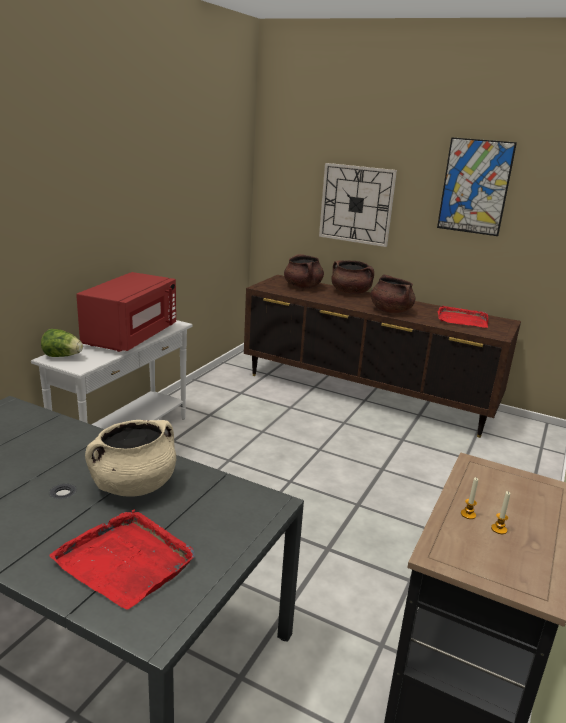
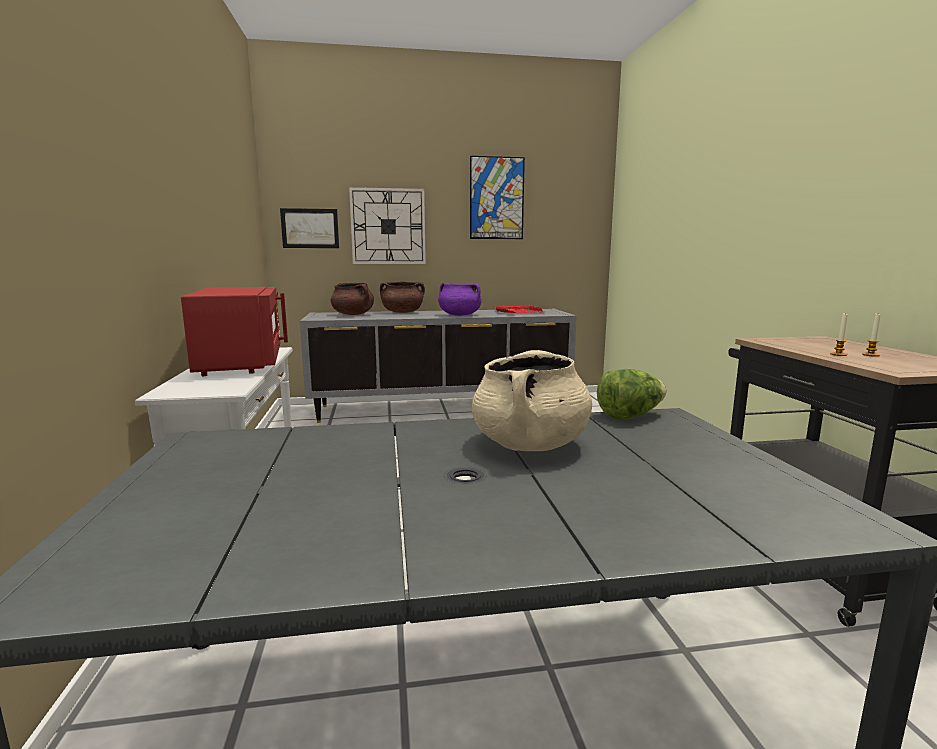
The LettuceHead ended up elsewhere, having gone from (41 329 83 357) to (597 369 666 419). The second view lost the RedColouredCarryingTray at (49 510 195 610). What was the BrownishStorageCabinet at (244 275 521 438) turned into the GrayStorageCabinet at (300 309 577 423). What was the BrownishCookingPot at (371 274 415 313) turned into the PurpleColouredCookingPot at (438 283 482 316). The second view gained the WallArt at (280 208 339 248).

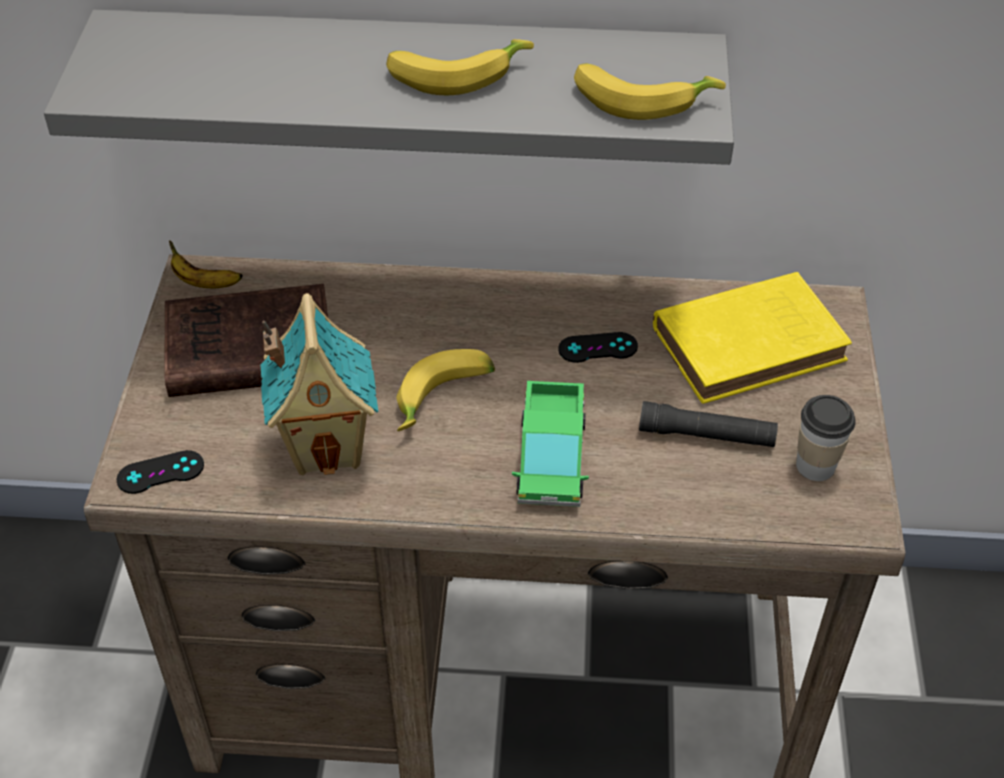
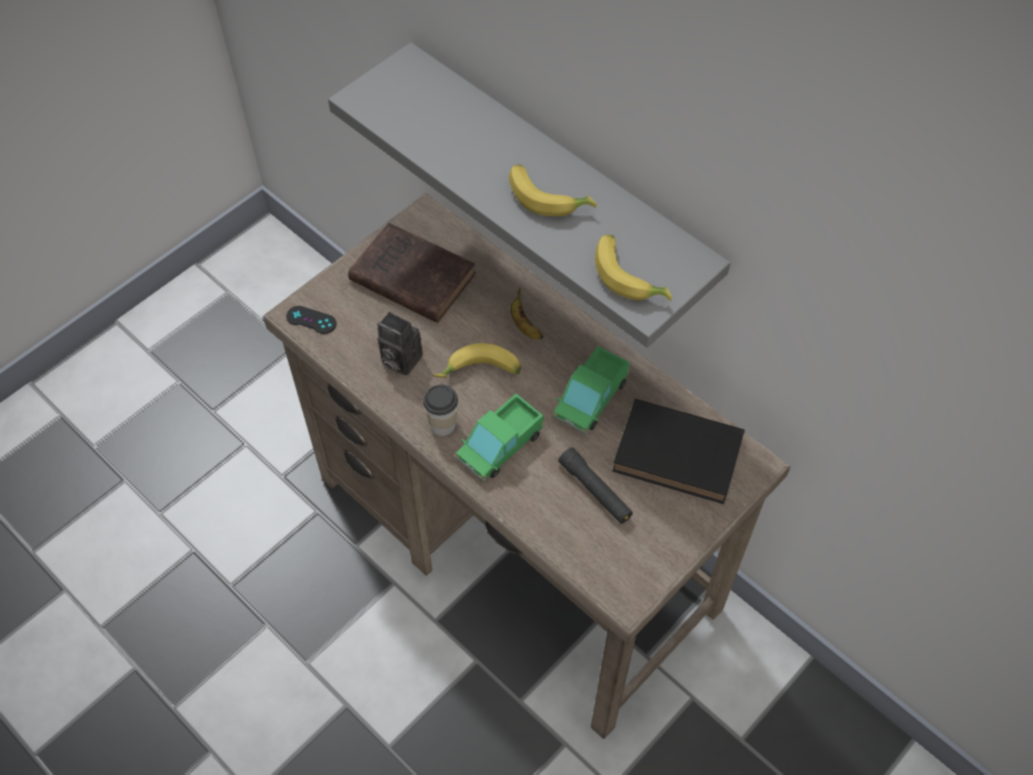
The Banana ended up elsewhere, having gone from (169 240 243 288) to (511 288 543 339). Where the MiniatureHouse stood at (261 293 378 475), the PhotoCamera came to stand at (377 312 423 376). Where the BlackishJoypad stood at (558 332 638 363), the ModelTruck came to stand at (552 346 630 435). What was the YellowBoundBook at (653 272 852 404) turned into the BlackishBoundBook at (612 399 745 504). The DrinkingCup ended up elsewhere, having gone from (796 395 856 481) to (423 385 458 436).

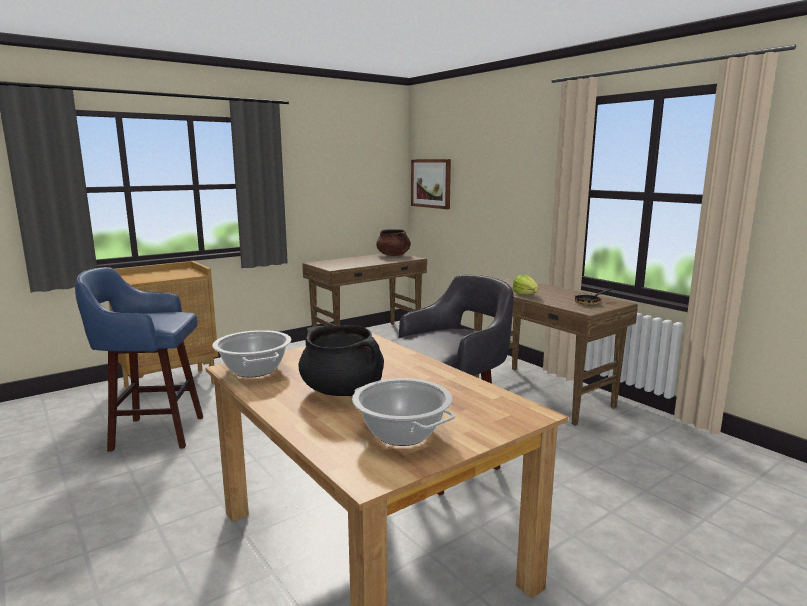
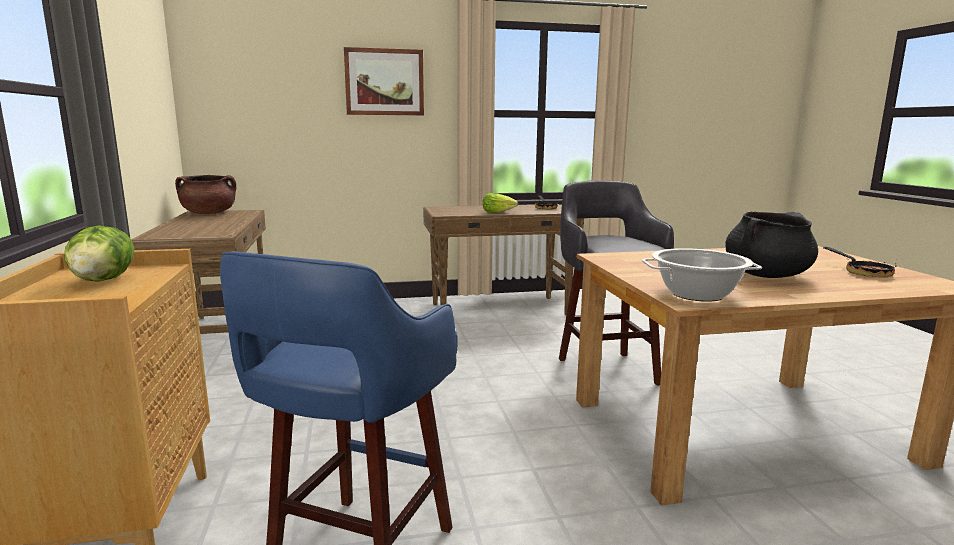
Where the CookingPot stood at (352 378 455 446), the FryingPan came to stand at (823 247 897 277). The WallArt ended up elsewhere, having gone from (411 159 451 209) to (344 47 424 116). The second view gained the LettuceHead at (64 225 134 282).

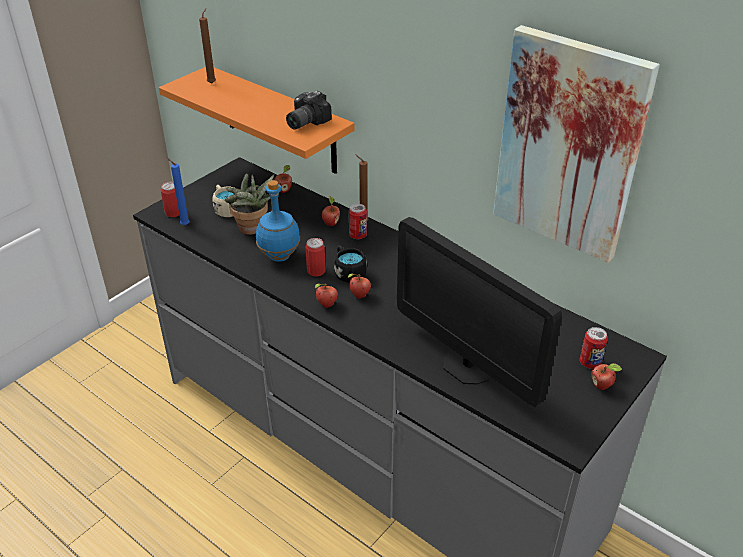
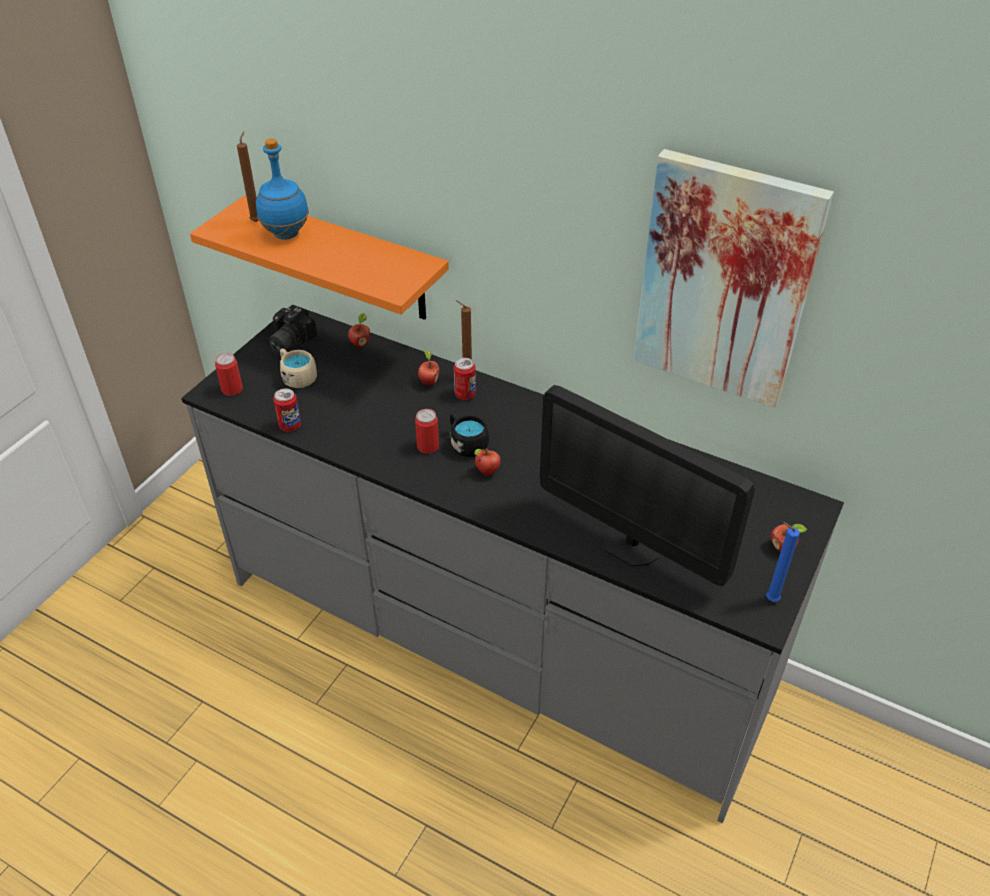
The BluishWaxLight ended up elsewhere, having gone from (166 157 190 225) to (766 522 800 602). The second view lost the Houseplant at (224 174 274 235). The BluishBottle ended up elsewhere, having gone from (256 180 300 262) to (256 138 309 240). The PhotoCamera ended up elsewhere, having gone from (286 91 332 130) to (267 307 317 354). The second view lost the Apple at (315 283 338 308). The SealedCan ended up elsewhere, having gone from (580 327 608 369) to (273 388 301 431).

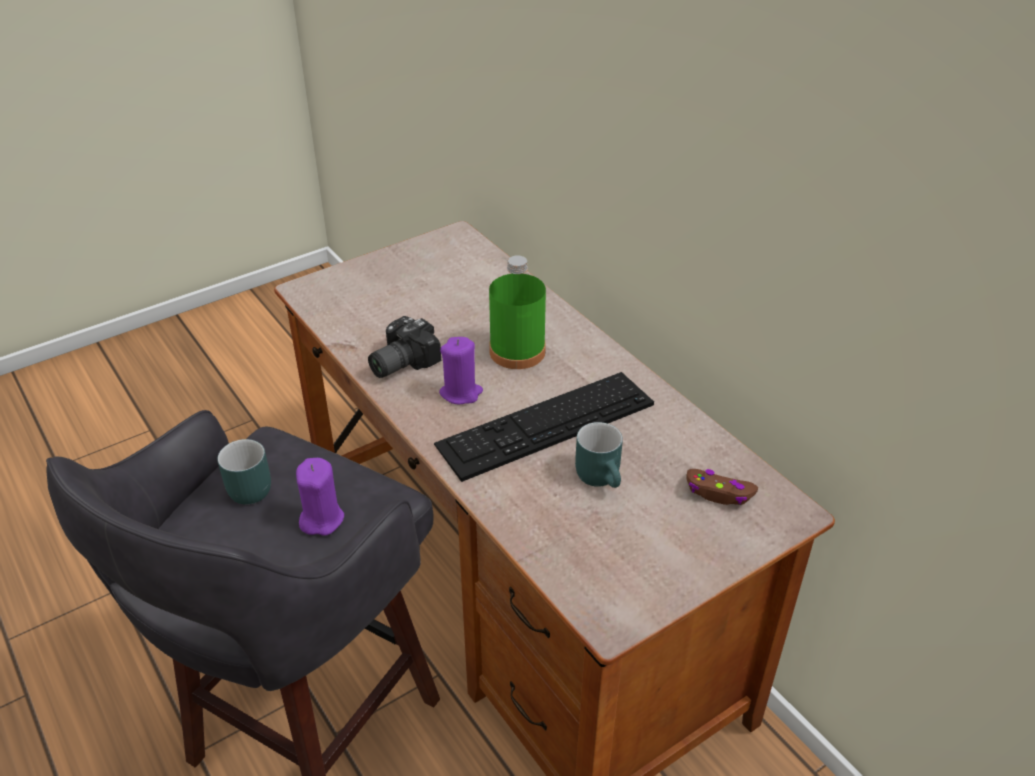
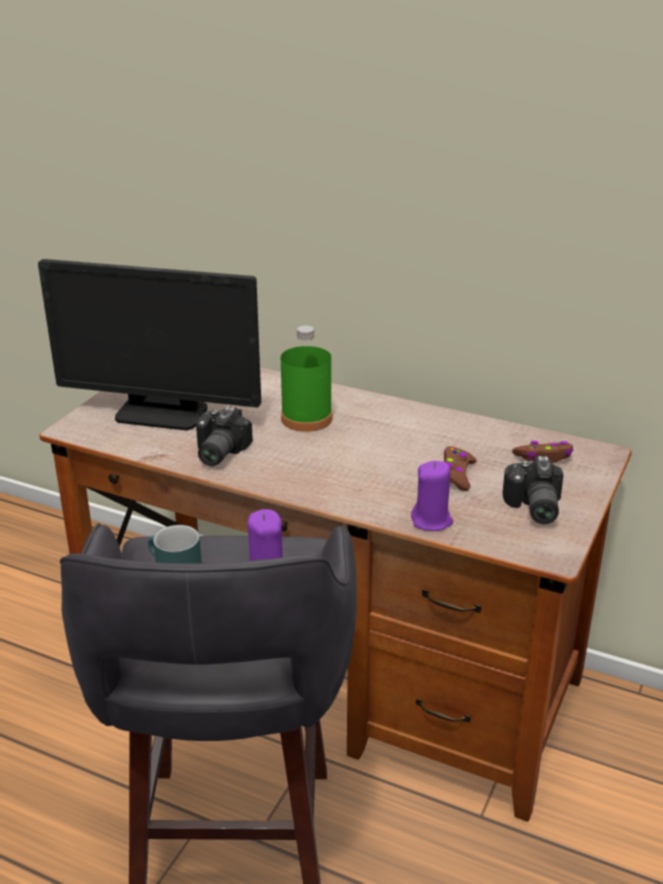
The second view lost the PcKeyboard at (434 372 654 482). The PurpleColouredWaxLight ended up elsewhere, having gone from (439 337 483 405) to (411 461 453 531). Where the TurquoiseColouredCoffeeMug stood at (575 422 623 488), the BrownishJoypad came to stand at (444 446 477 491). The second view gained the ComputerDisplay at (38 259 261 431). The second view gained the PhotoCamera at (503 456 563 525).

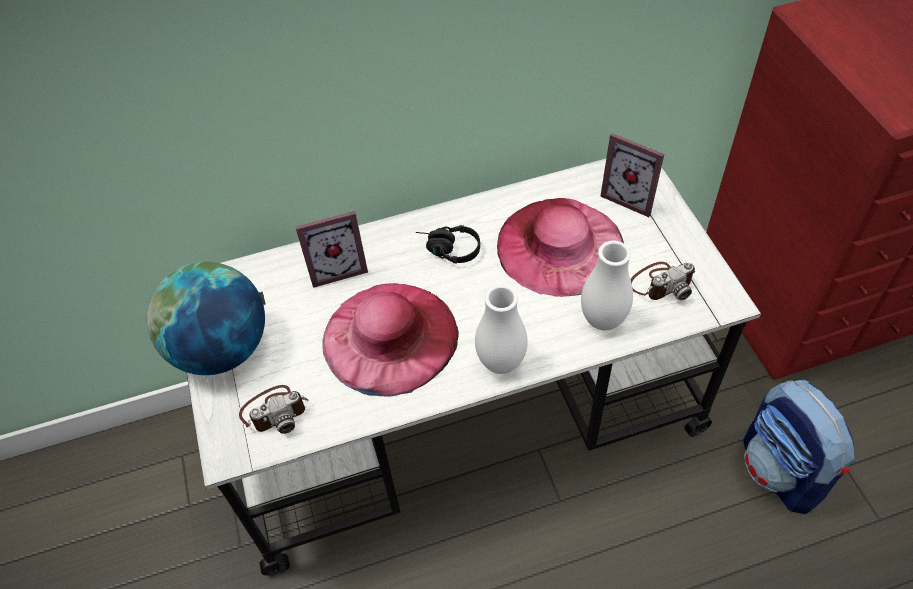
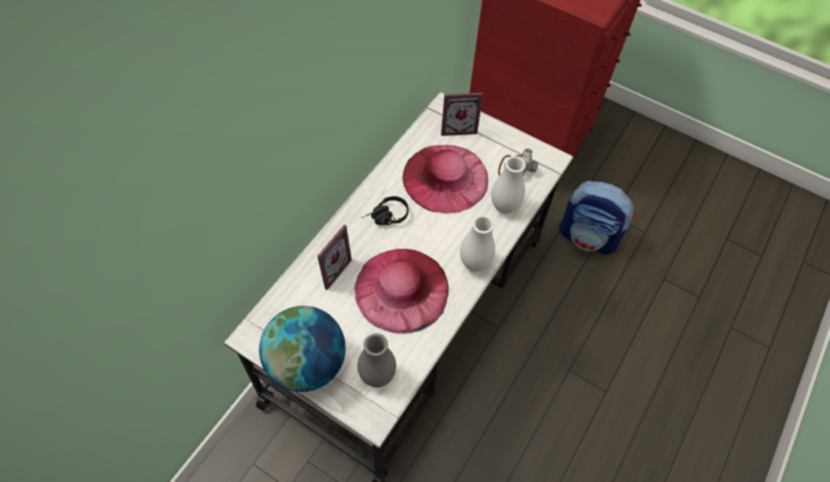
Where the PhotoCamera stood at (239 385 308 434), the GrayVase came to stand at (357 333 396 387).

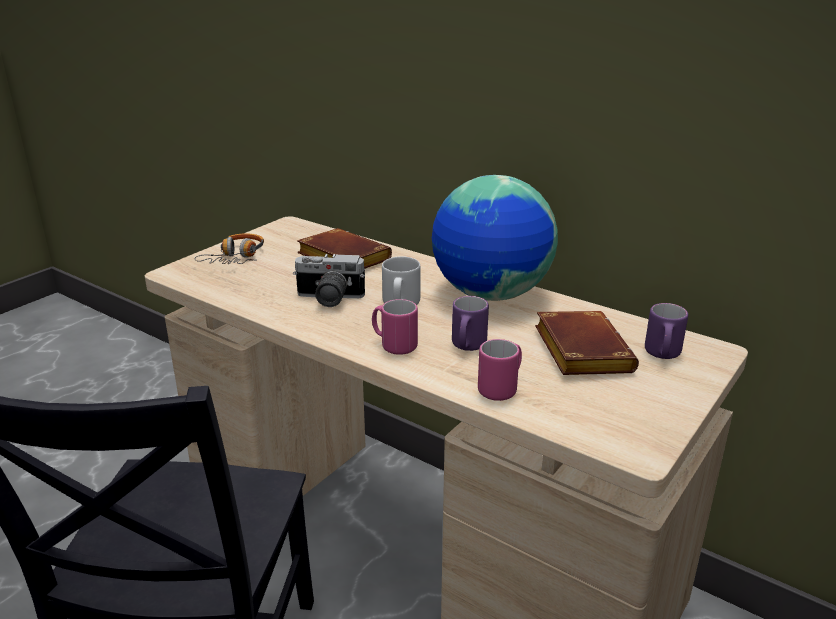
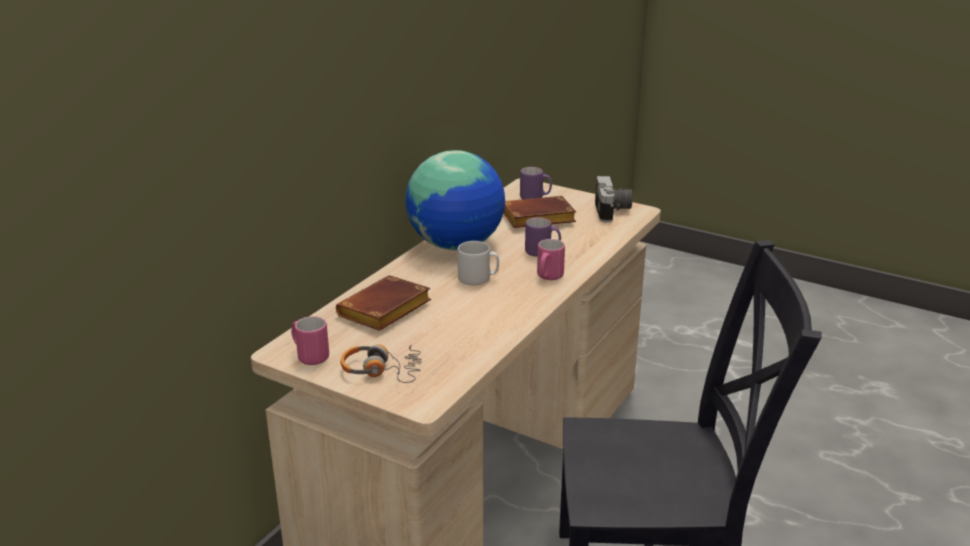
The PhotoCamera ended up elsewhere, having gone from (293 254 365 307) to (595 176 632 223). The PinkishCoffeeMug ended up elsewhere, having gone from (478 339 522 401) to (291 316 329 365).

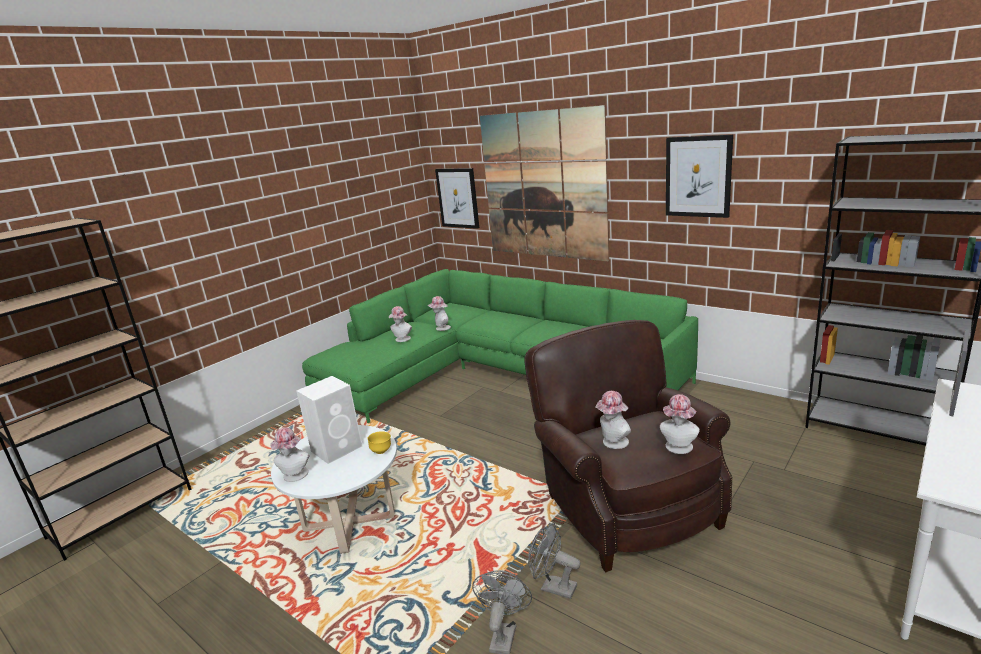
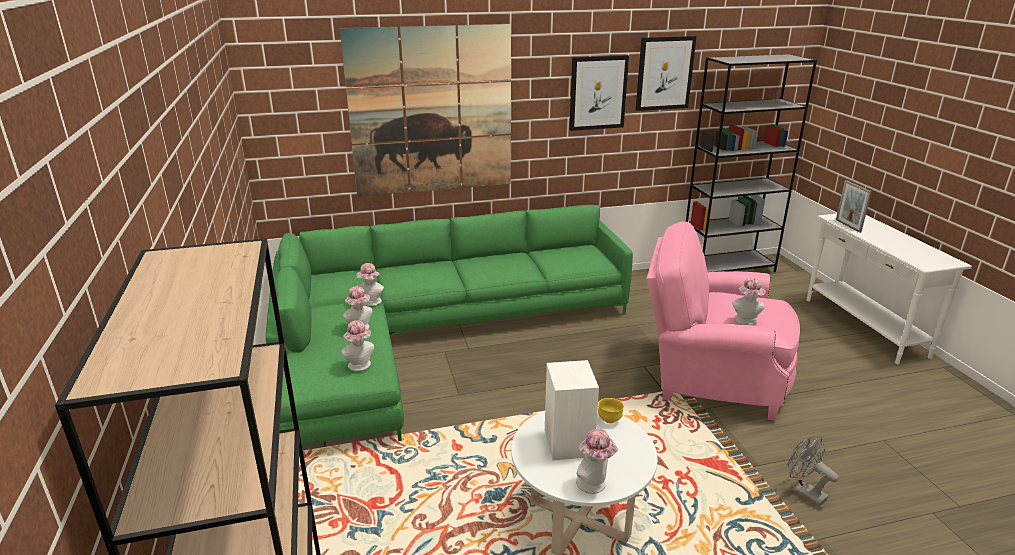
The WallArt ended up elsewhere, having gone from (435 168 479 229) to (636 36 697 111). What was the BrownishArmchair at (524 320 732 572) turned into the PinkishArmchair at (646 221 800 421). The second view lost the GrayElectricFan at (528 523 580 599). The WearableHat ended up elsewhere, having gone from (660 394 700 454) to (341 320 374 371).

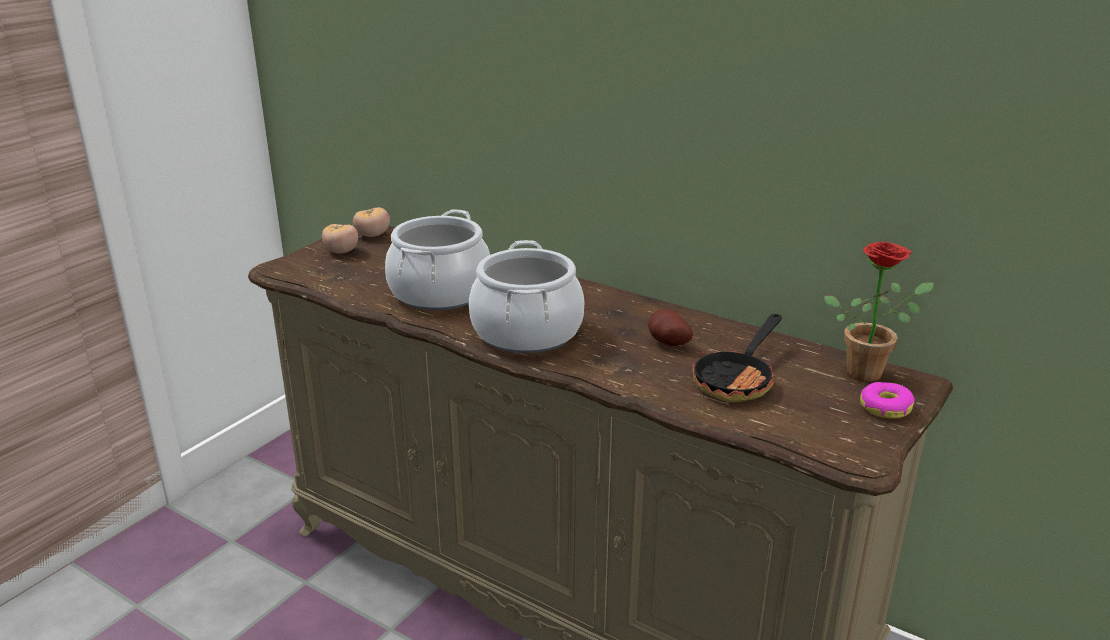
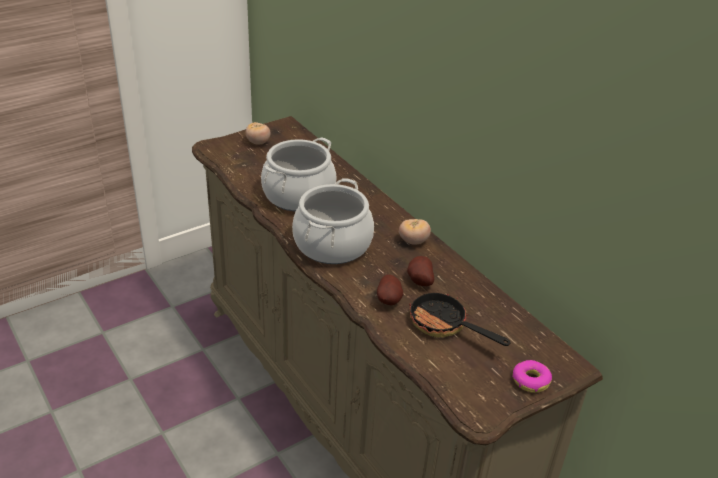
The Tomato ended up elsewhere, having gone from (353 207 390 237) to (399 219 431 244). The FryingPan at (693 314 782 402) ended up facing another way, 75 degrees clockwise from before. The second view lost the Houseplant at (824 242 934 382). The second view gained the Spud at (377 275 403 306).

